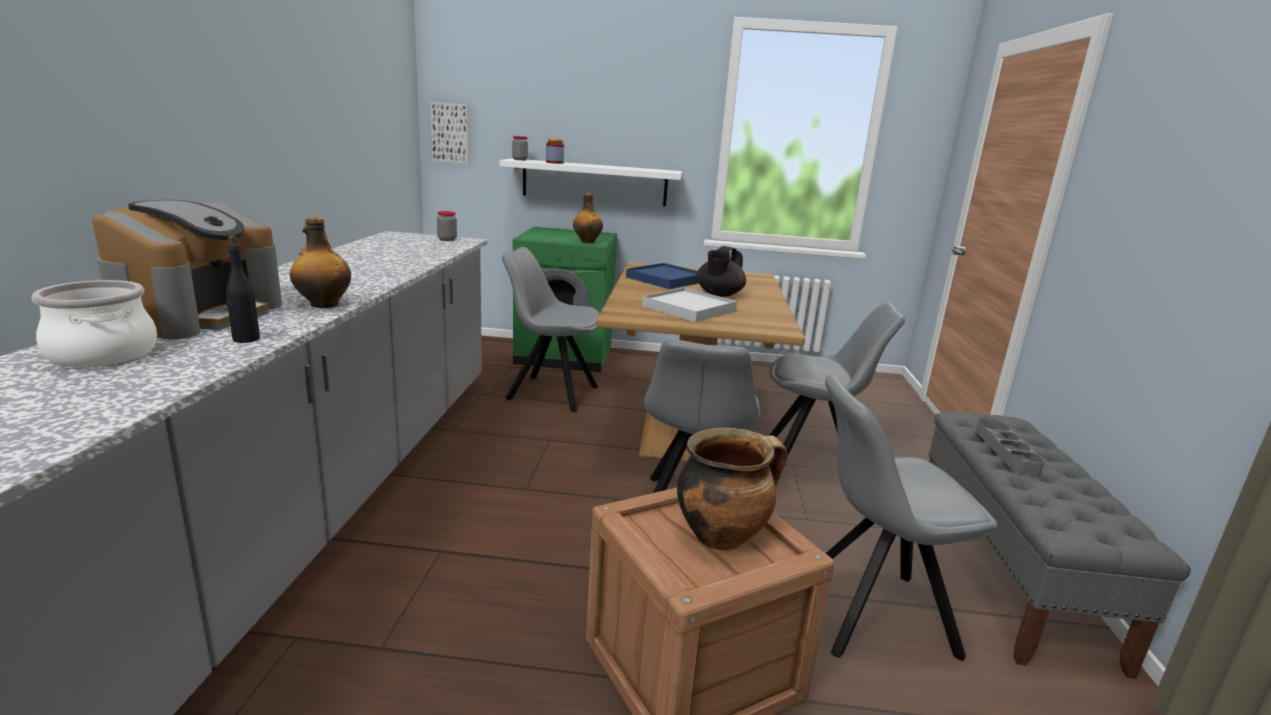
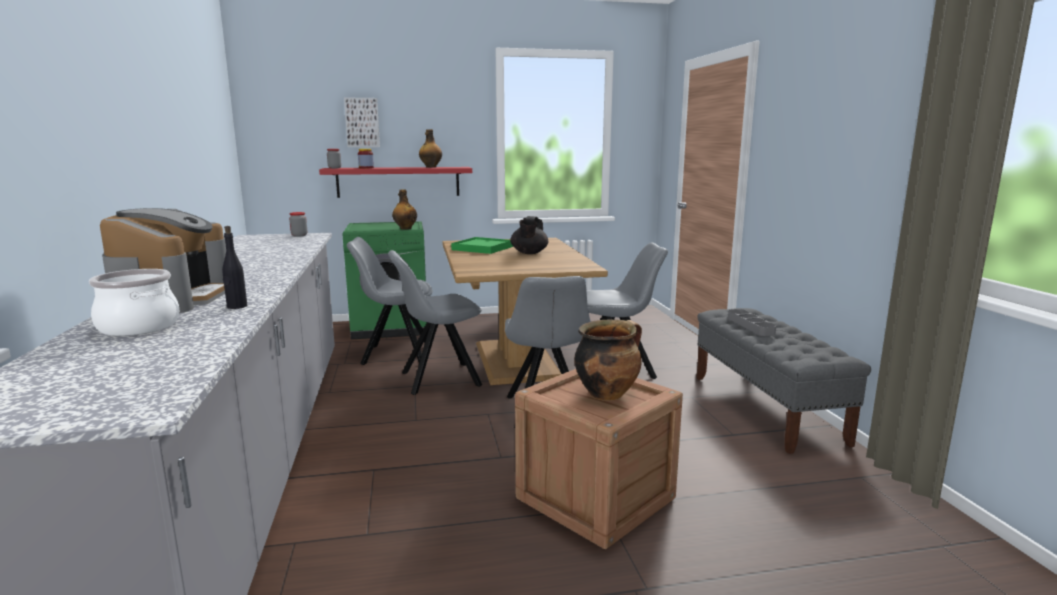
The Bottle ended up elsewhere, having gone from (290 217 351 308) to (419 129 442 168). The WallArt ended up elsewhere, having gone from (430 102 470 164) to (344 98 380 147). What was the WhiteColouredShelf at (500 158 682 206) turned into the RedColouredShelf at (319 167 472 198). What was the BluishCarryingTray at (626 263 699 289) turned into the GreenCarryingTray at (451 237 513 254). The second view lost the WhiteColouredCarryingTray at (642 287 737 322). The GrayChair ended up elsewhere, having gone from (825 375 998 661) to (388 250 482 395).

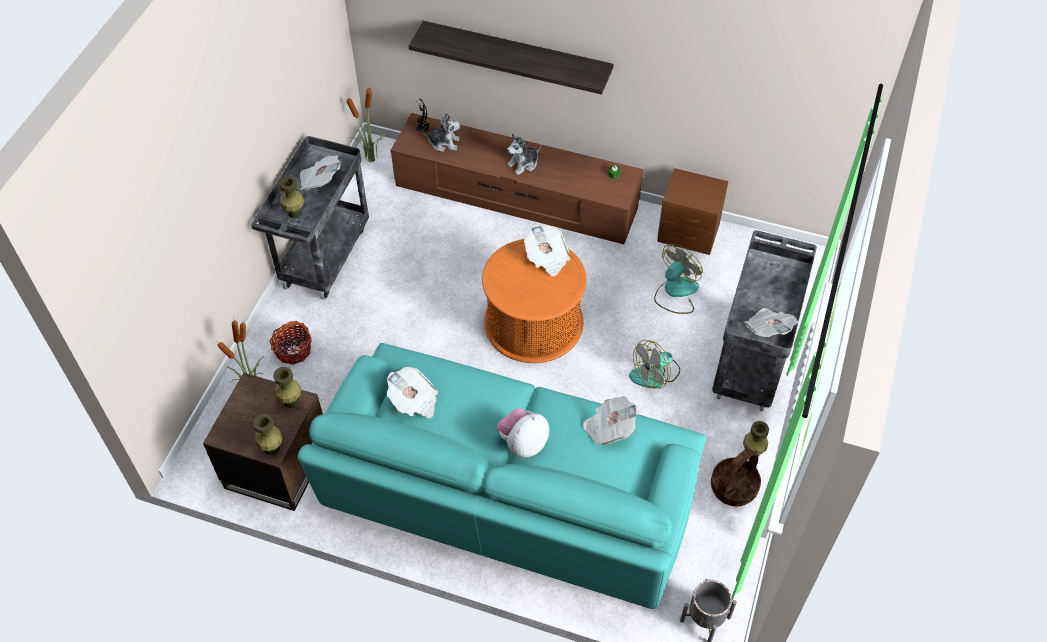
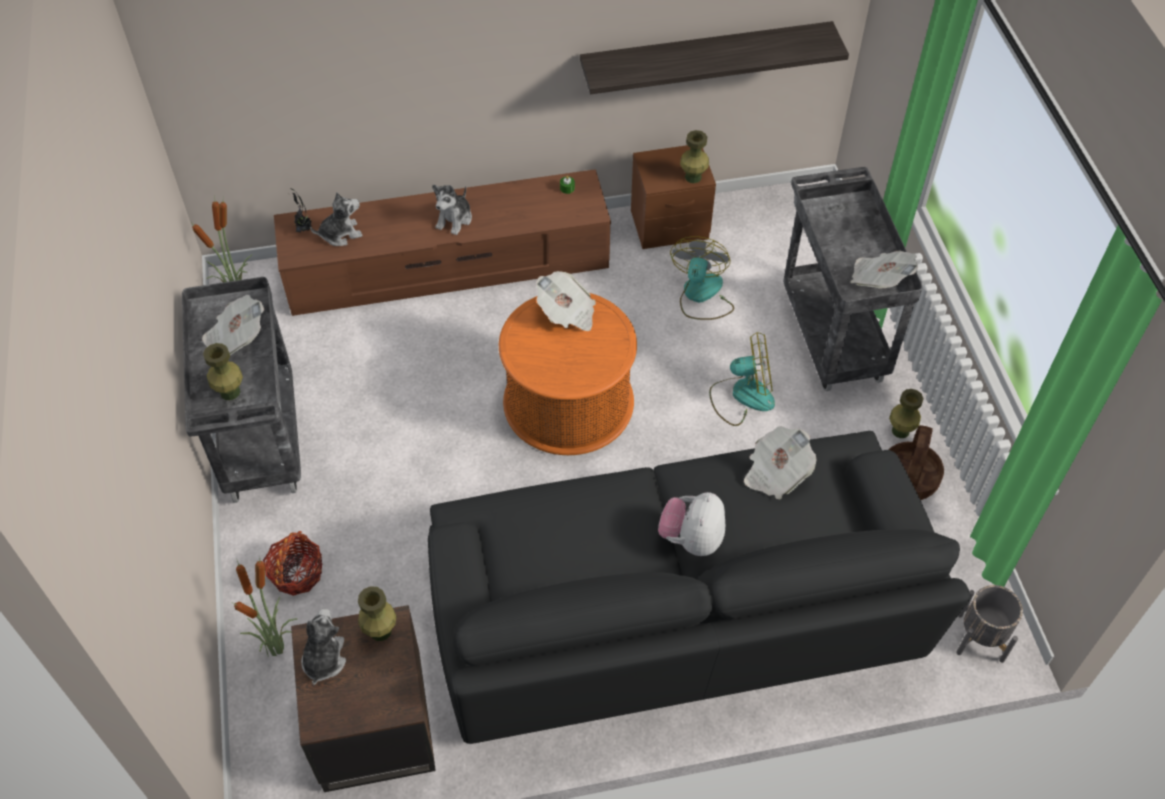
The GreenVase ended up elsewhere, having gone from (253 414 283 455) to (680 130 709 183). What was the TurquoiseColouredCouch at (298 343 706 609) turned into the BlackishCouch at (428 431 970 744). The second view lost the DailyPaper at (387 367 438 418). The Shelf ended up elsewhere, having gone from (409 21 614 95) to (580 21 849 94). The ElectricFan at (629 340 680 389) ended up facing another way, 120 degrees counterclockwise from before. The second view gained the CuddlyToy at (301 608 346 685).

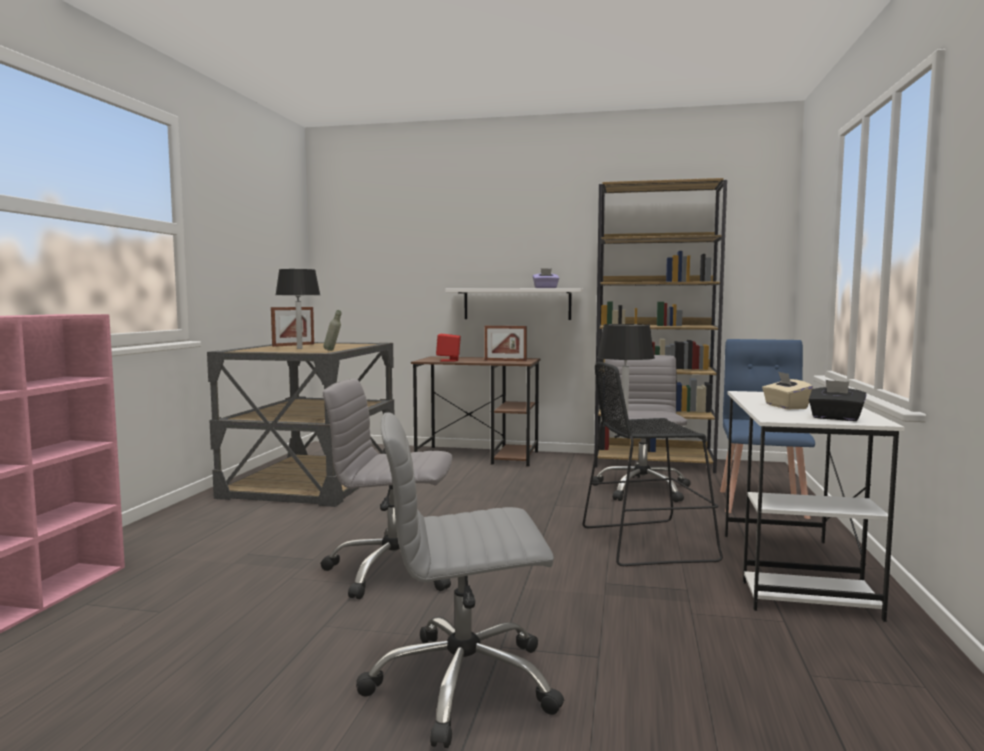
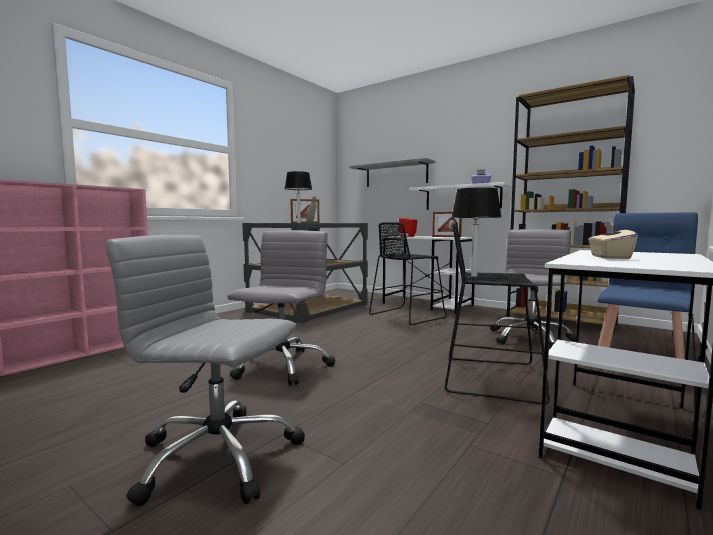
The GrayComputerChair at (320 379 453 599) ended up facing another way, 75 degrees clockwise from before. What was the BrownishDesk at (411 356 541 466) turned into the WhiteColouredDesk at (383 236 475 314). The second view lost the BlackishTissueBox at (809 380 867 421). The second view gained the GrayShelf at (350 158 436 187). The second view gained the BlackishStoolSeat at (369 222 447 325).

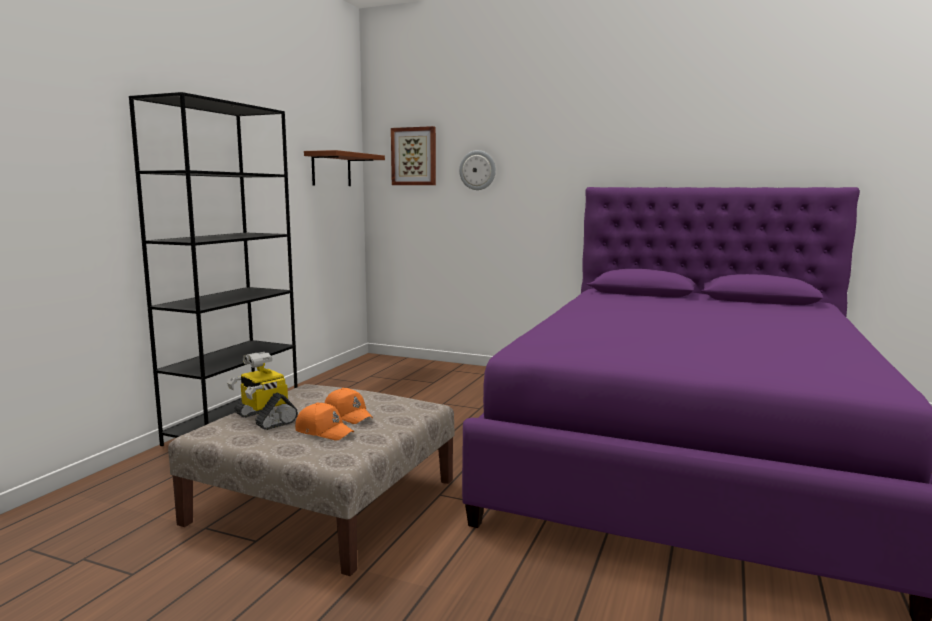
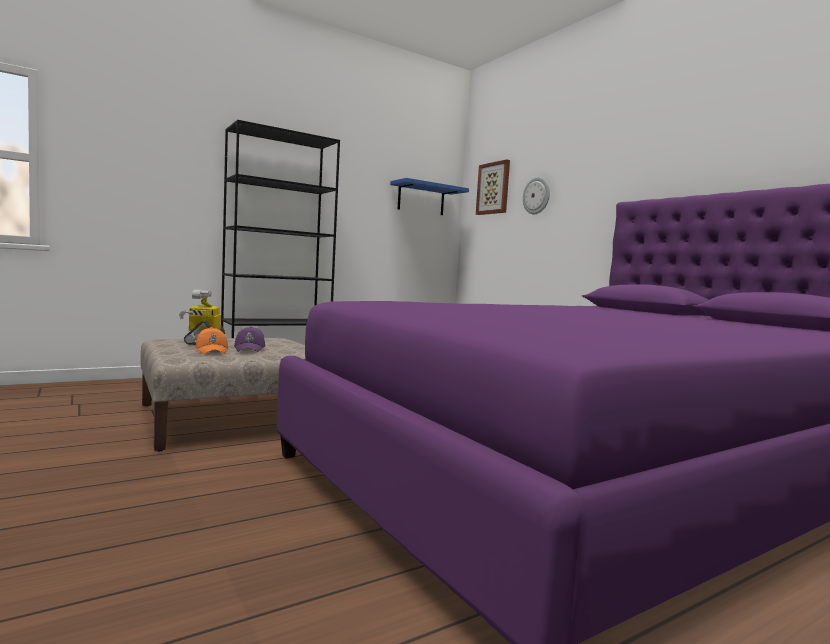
What was the BrownishShelf at (304 150 385 186) turned into the BluishShelf at (390 178 469 215). What was the OrangeyBaseballCap at (325 388 373 424) turned into the PurpleColouredBaseballCap at (234 326 265 352).

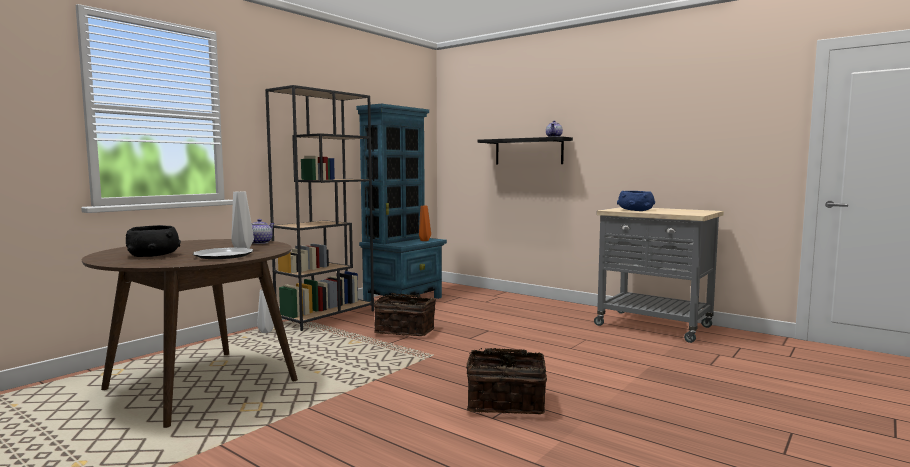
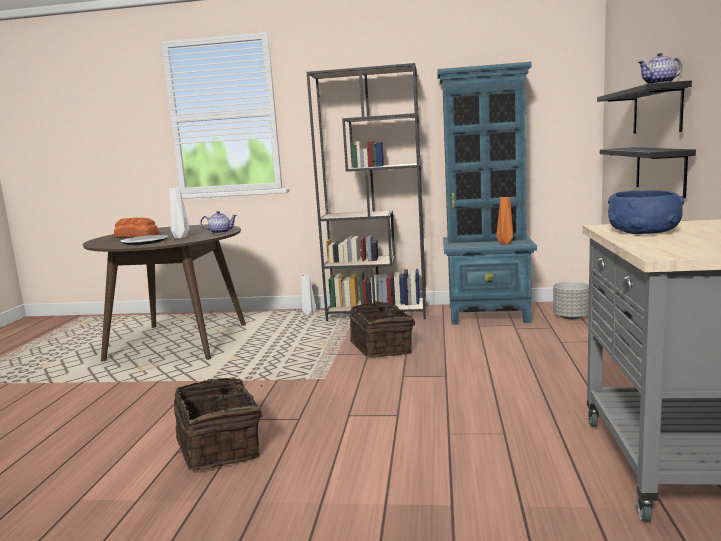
Where the BlackishServingBowl stood at (126 225 181 257), the Bread came to stand at (114 218 159 237). The second view gained the GrayPlantPot at (553 281 589 319). The second view gained the BlackishShelf at (600 147 696 198).

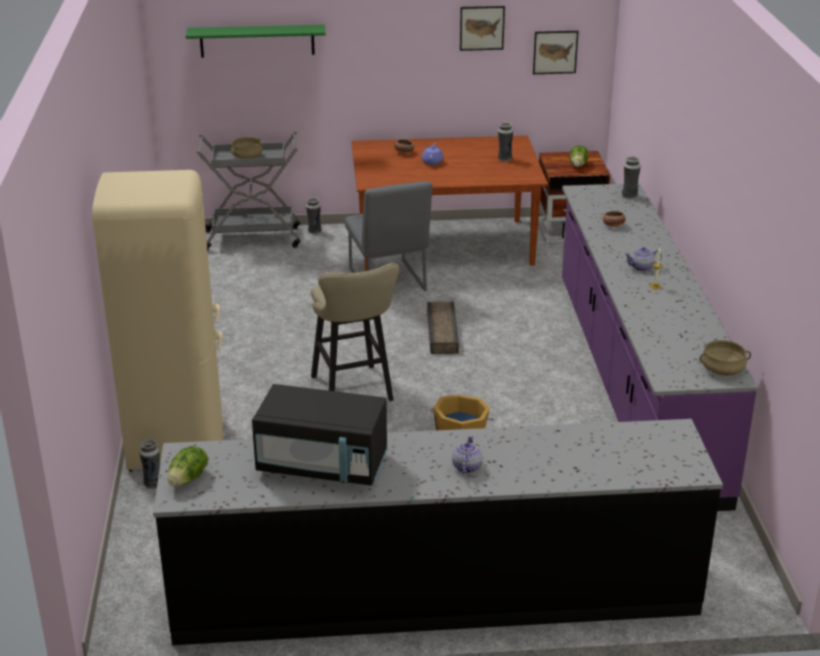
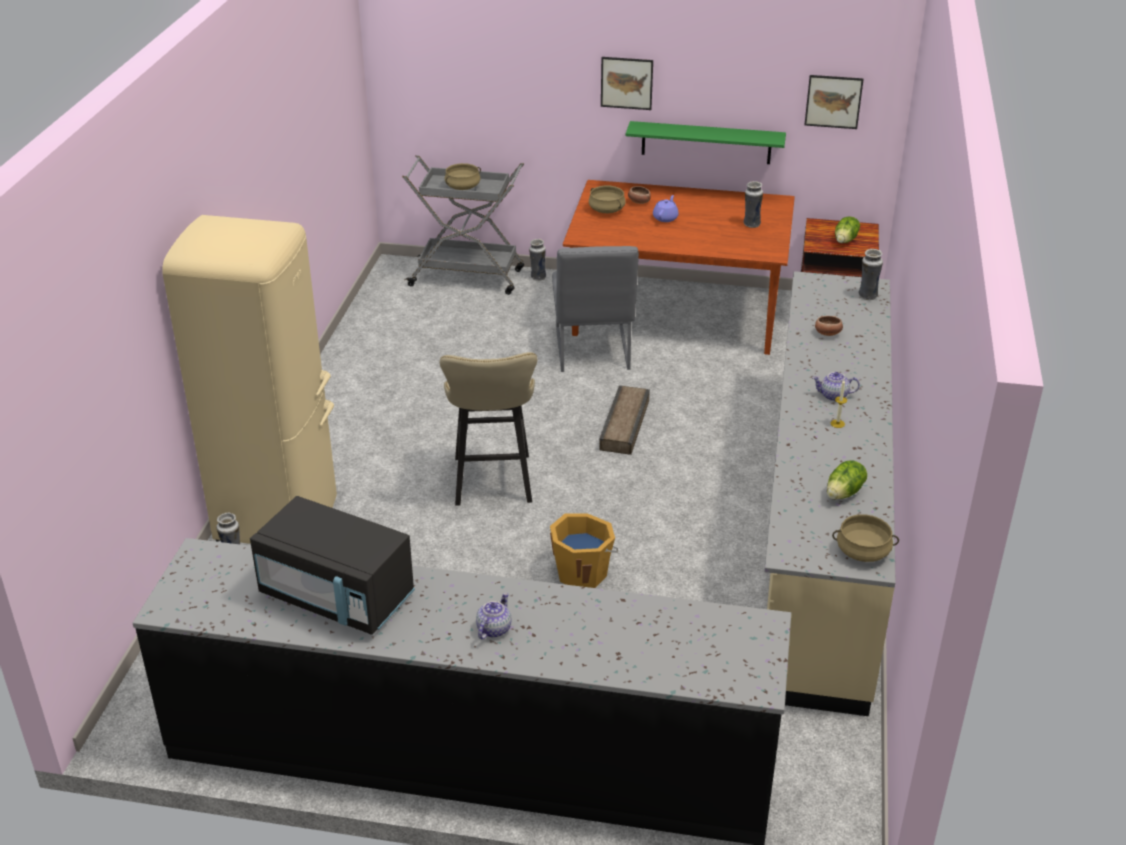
The LettuceHead ended up elsewhere, having gone from (168 446 208 486) to (827 460 867 500). The GreenShelf ended up elsewhere, having gone from (186 25 326 58) to (626 121 786 164). The WallArt ended up elsewhere, having gone from (460 6 505 51) to (601 57 653 110). What was the PurpleColouredKitchenCounter at (562 183 757 511) turned into the SandColouredKitchenCounter at (764 271 896 716). The second view gained the SandColouredCookingPot at (589 186 625 213).

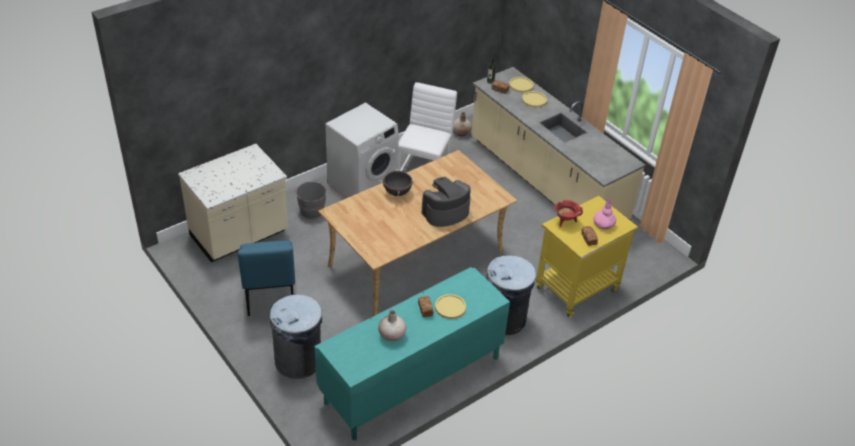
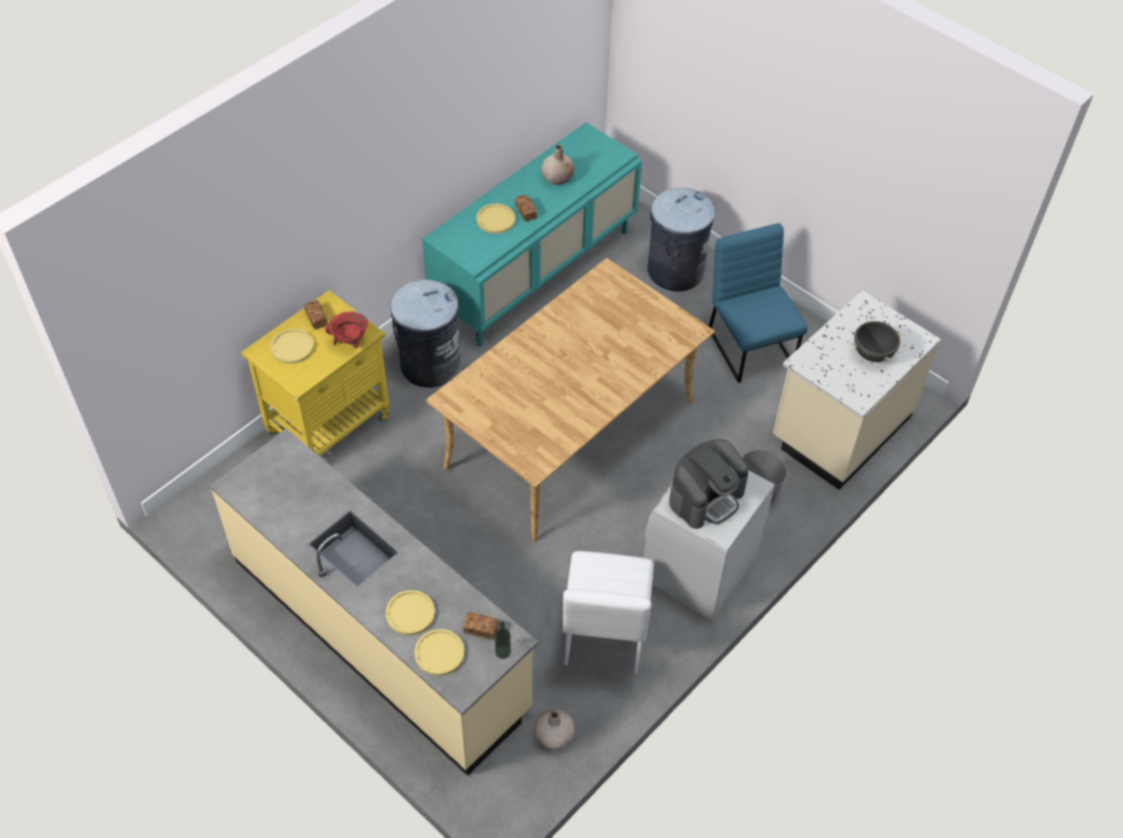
The BlackishCookingPot ended up elsewhere, having gone from (380 169 416 196) to (851 318 904 363). The CoffeeMaker ended up elsewhere, having gone from (422 177 471 227) to (669 439 749 529). Where the PinkishVase stood at (594 200 616 230), the YellowFlatDish came to stand at (270 329 314 364).

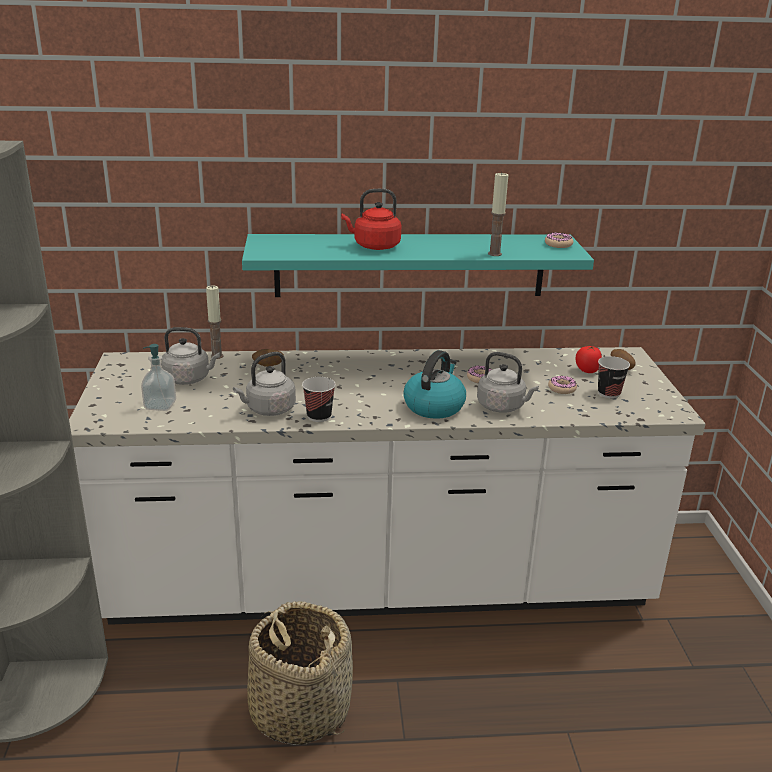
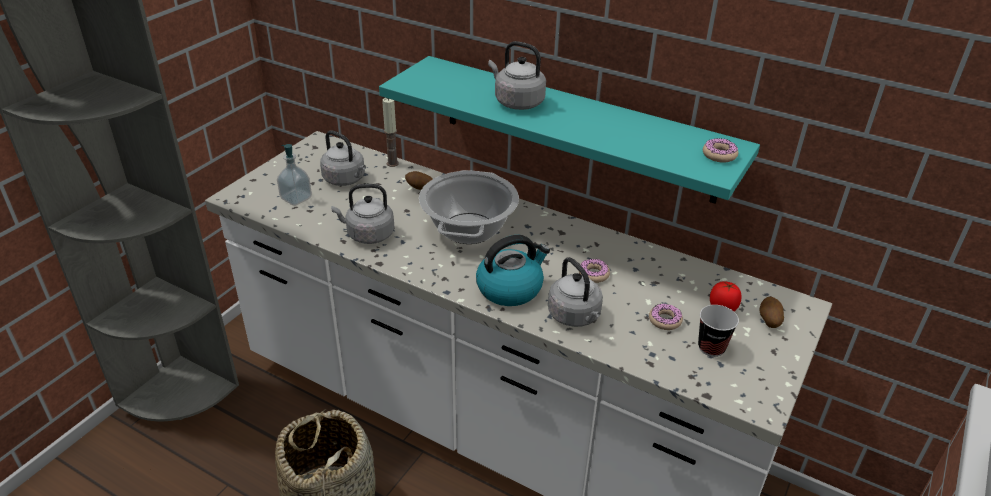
The second view lost the DrinkingCup at (302 377 336 422). What was the RedColouredKettle at (341 189 401 250) turned into the GrayKettle at (488 41 546 110). The second view lost the WaxLight at (488 173 508 256). The second view gained the CookingPot at (419 170 519 244).

